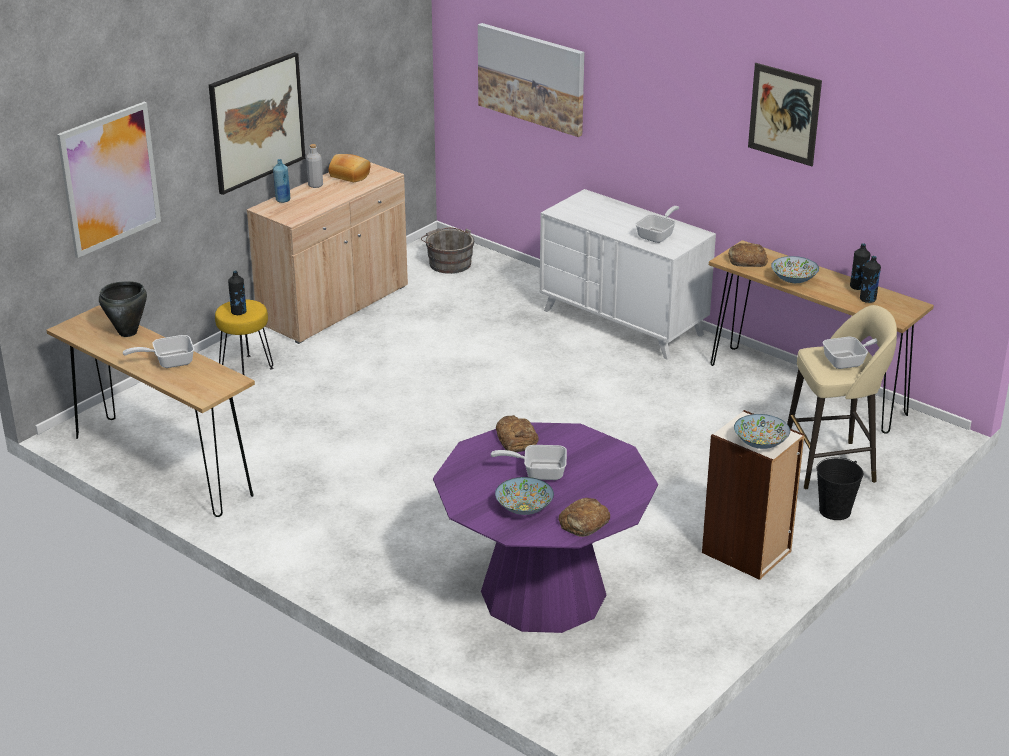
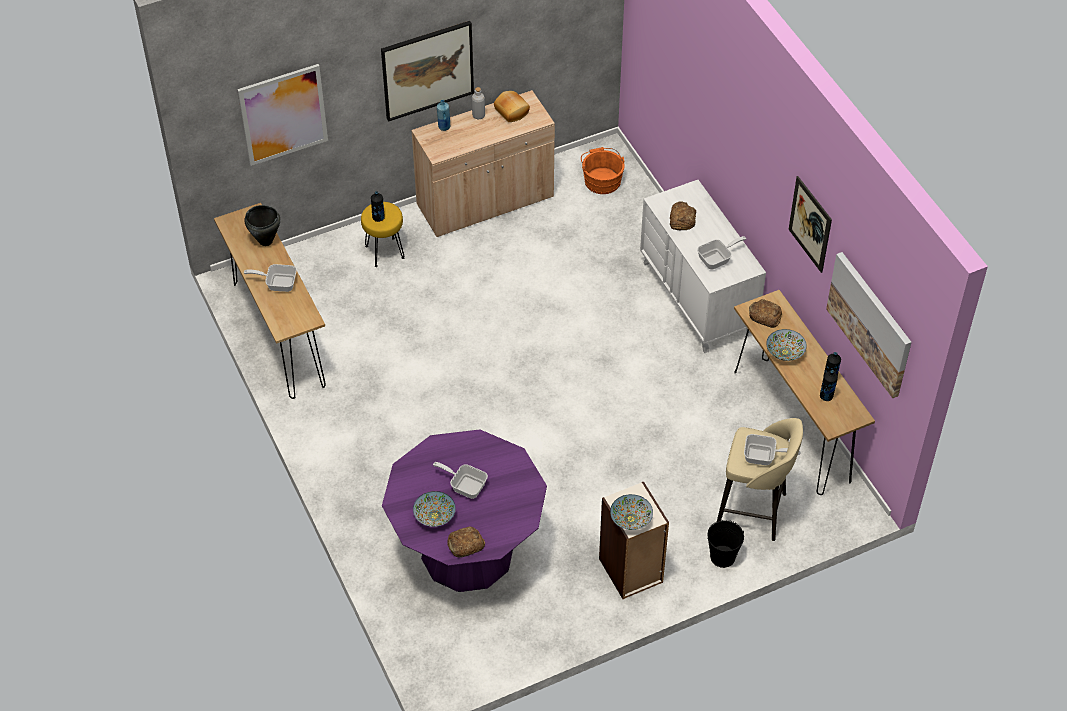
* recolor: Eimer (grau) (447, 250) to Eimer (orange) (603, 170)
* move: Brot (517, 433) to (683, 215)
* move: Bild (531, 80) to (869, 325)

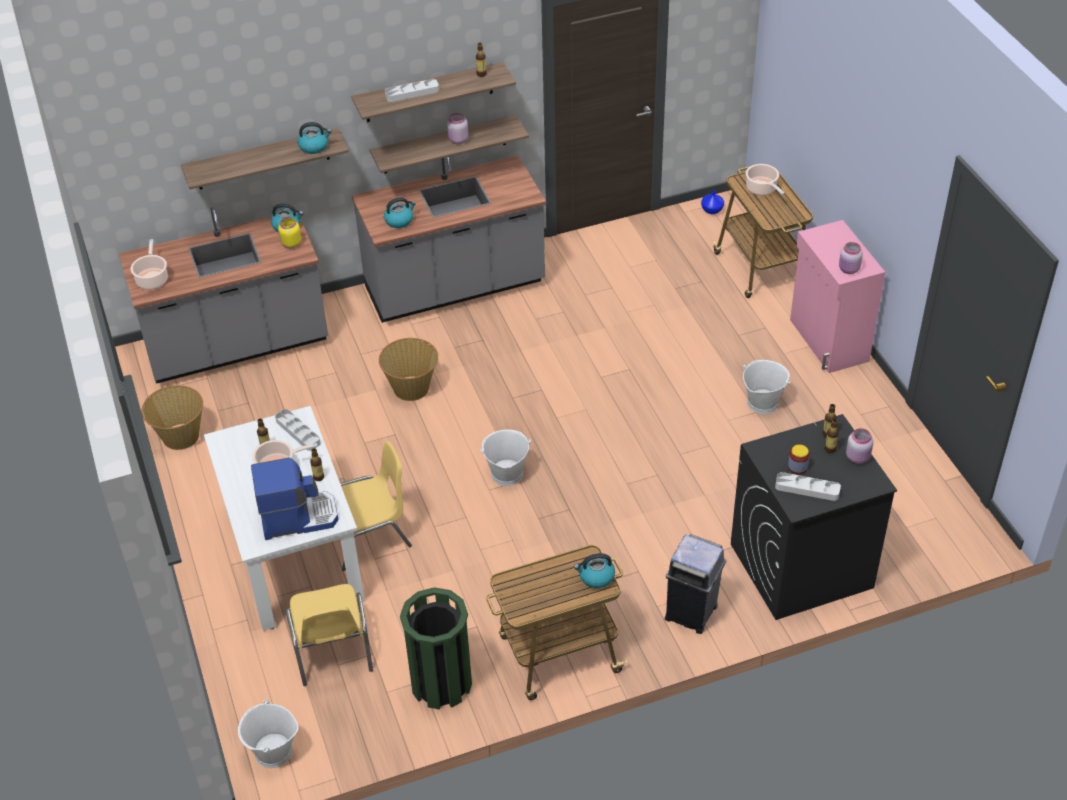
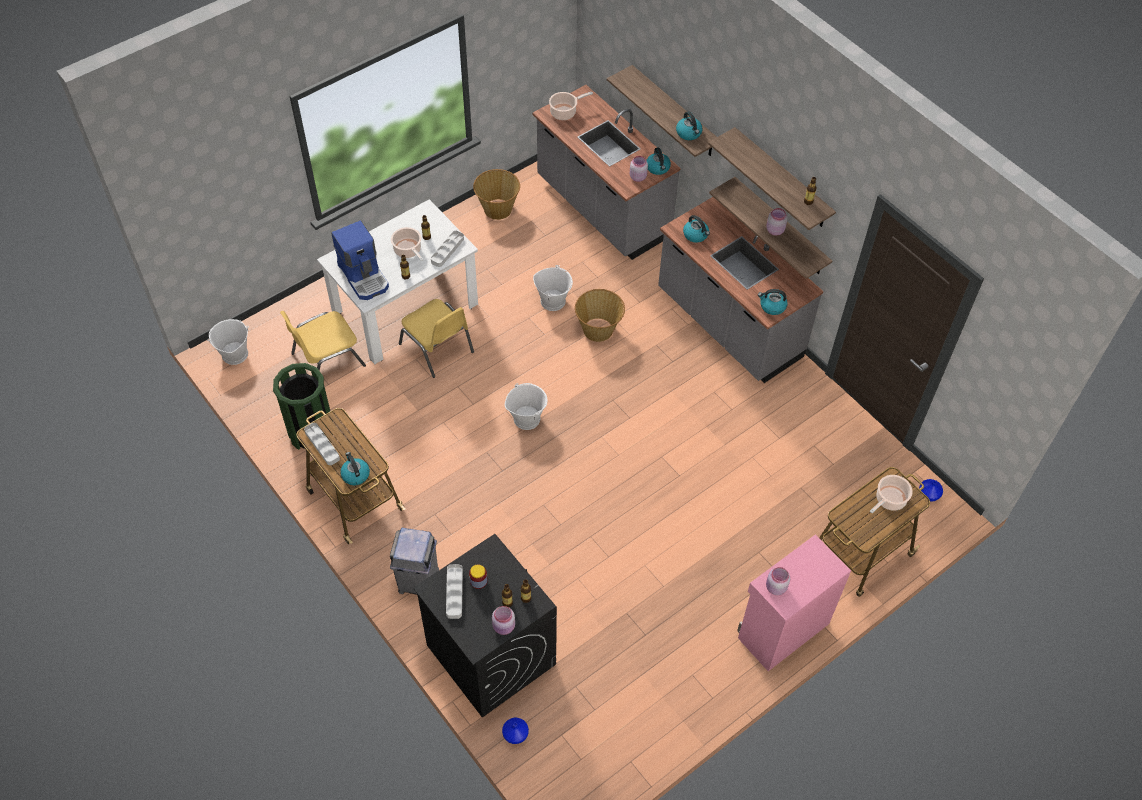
* move: Tablett (grau) (412, 90) to (322, 444)
* insert: Vase (blau) (515, 731)
* move: Eimer (weiß) (766, 387) to (553, 288)
* recolor: Vorratsglas (gelb) (289, 232) to Vorratsglas (rosa) (639, 169)
* insert: Wasserkessel (773, 302)

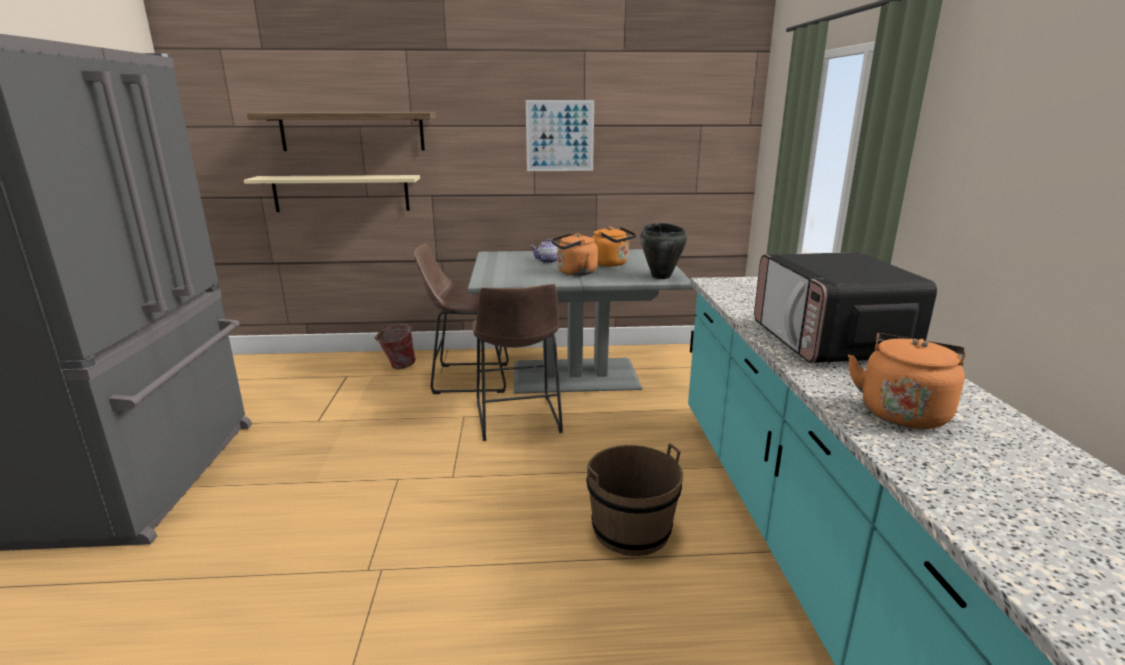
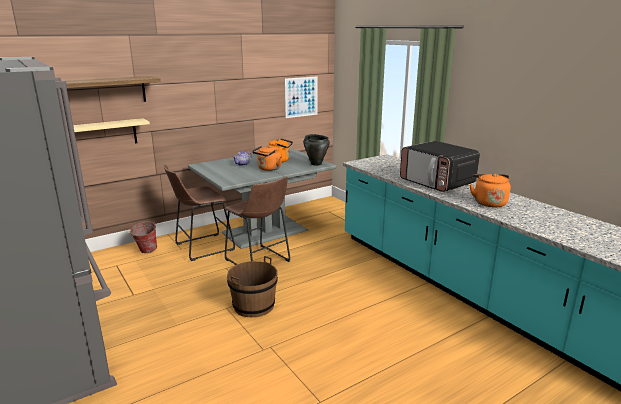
* move: Eimer (braun) (634, 499) to (252, 286)
* move: Bild (560, 135) to (301, 97)

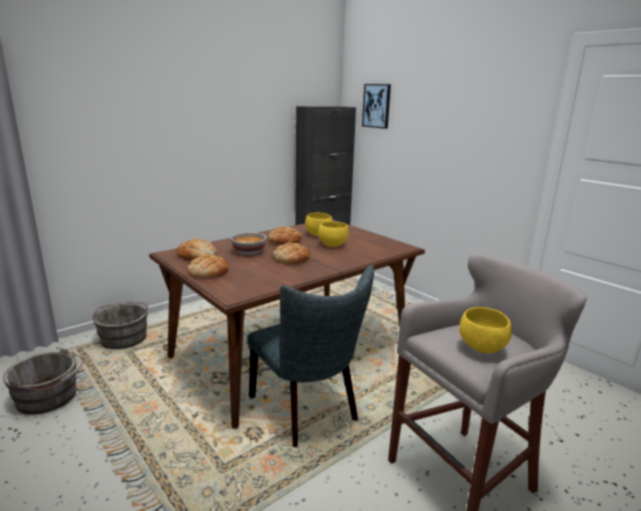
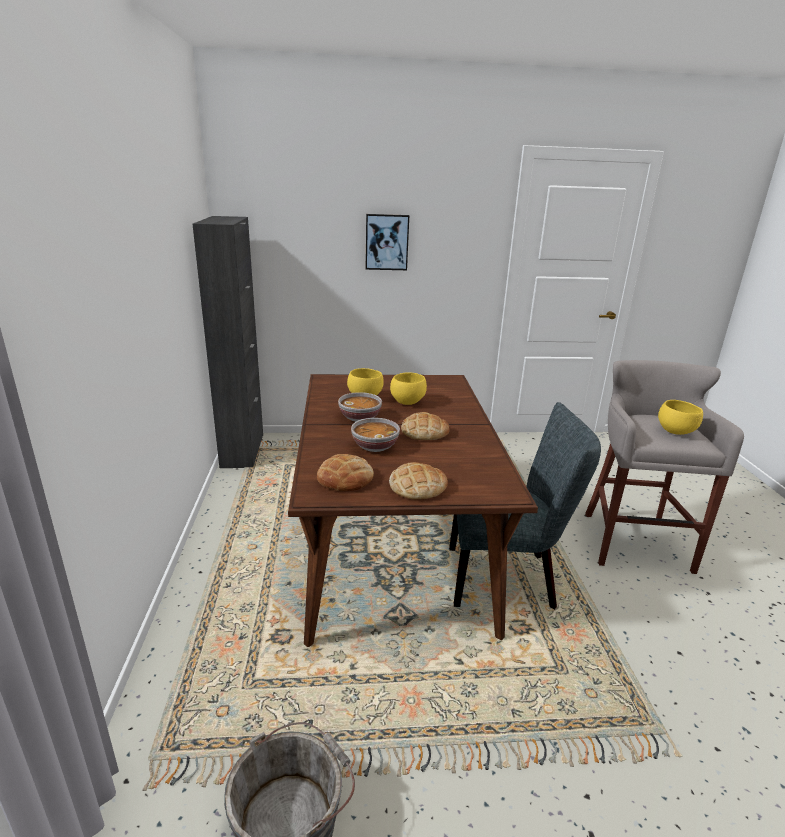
* replace: Brot (285, 236) to Schüssel (360, 407)
* move: Bild (376, 106) to (387, 242)
* delete: Eimer (grau) (120, 325)

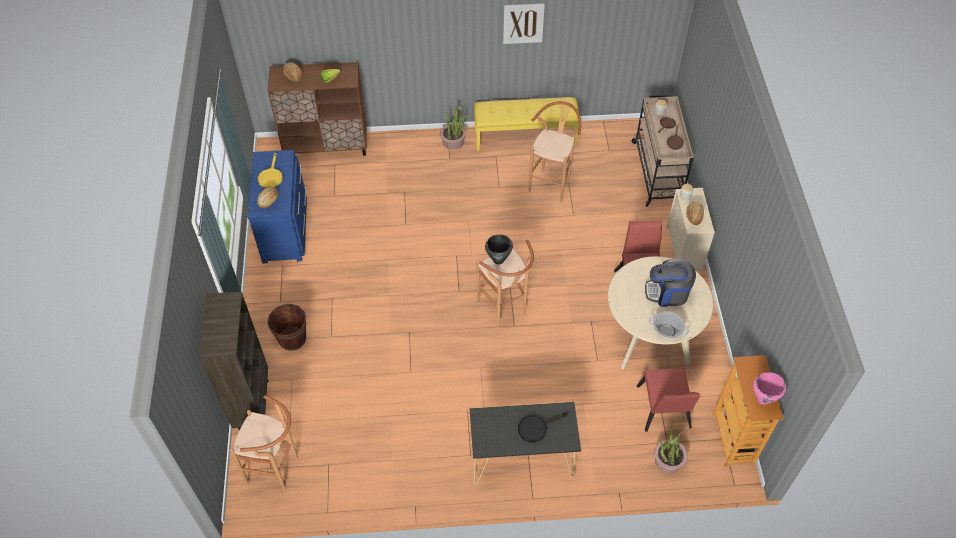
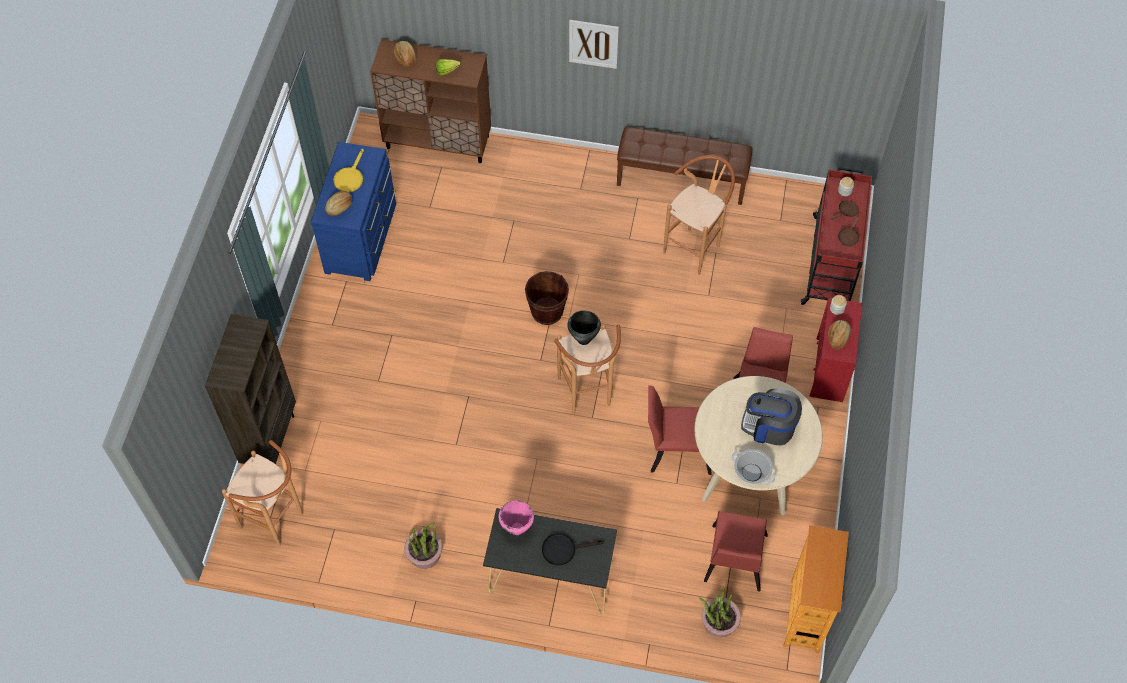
* move: Topfpflanze (453, 127) to (423, 546)
* move: Kochtopf (rosa) (769, 388) to (516, 518)
* move: Eimer (braun) (287, 327) to (547, 298)
* move: Bild (524, 23) to (594, 44)
* recolor: Bank (gelb) (526, 124) to Bank (braun) (685, 166)
* insert: Stuhl (rot) (679, 430)
* recolor: Rollwagen (beige) (663, 151) to Rollwagen (rot) (836, 236)
* recolor: Kommode (beige) (690, 229) to Kommode (rot) (836, 350)

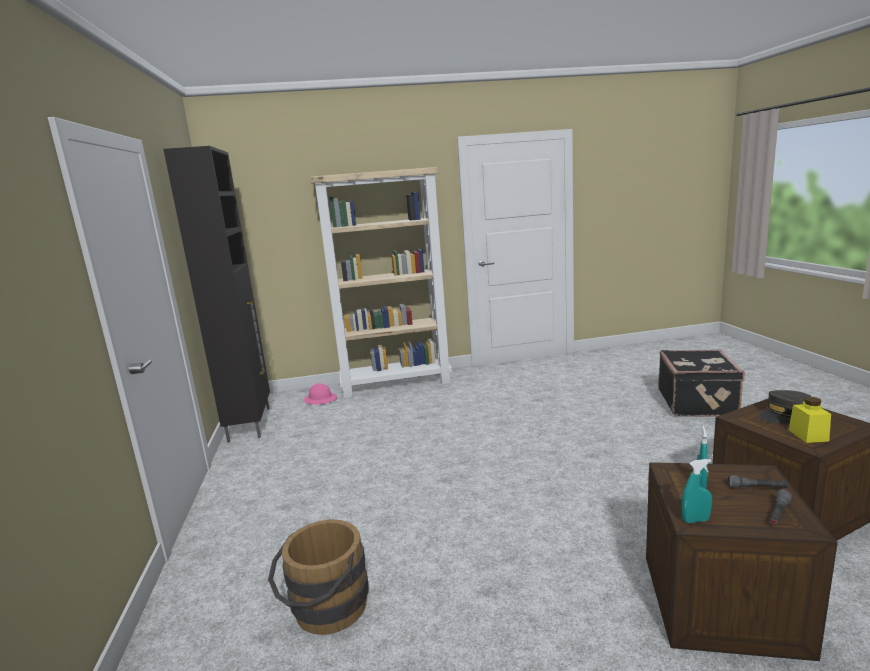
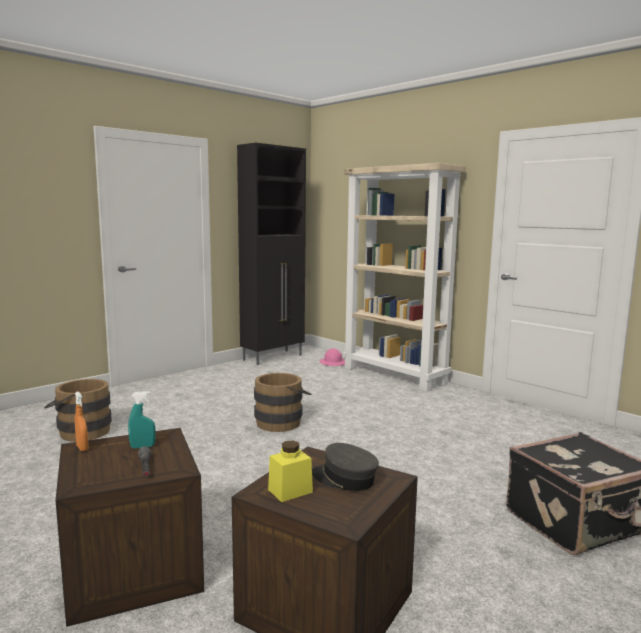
* recolor: Sprühflasche (türkis) (696, 491) to Sprühflasche (orange) (81, 421)
* insert: Eimer (braun) (282, 402)
* delete: Taschenlampe (grau) (781, 507)

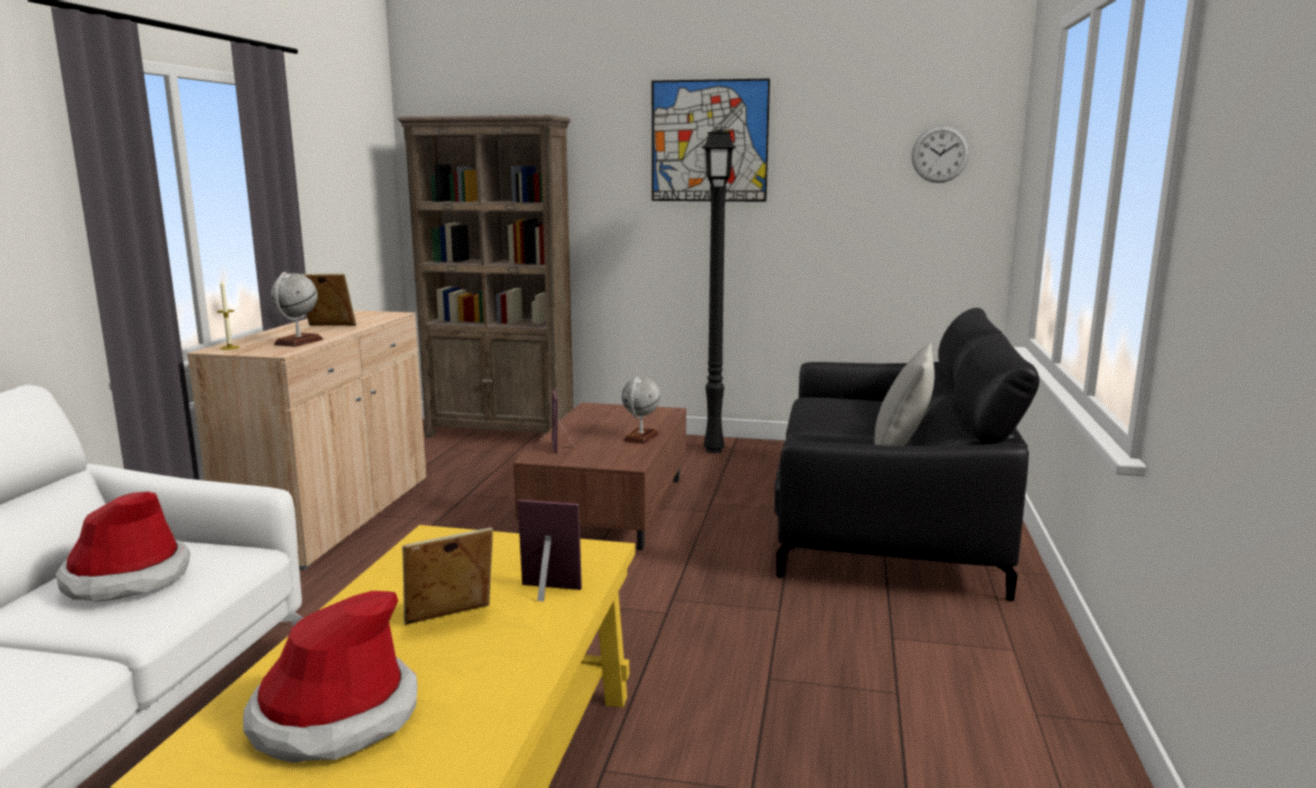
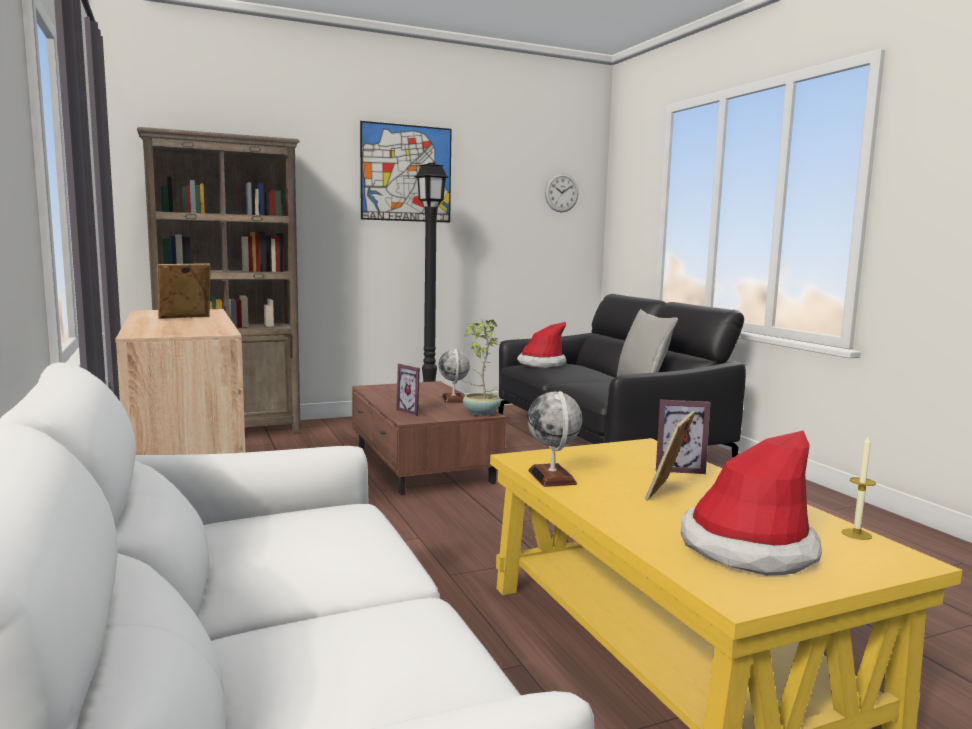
* insert: Topfpflanze (482, 367)
* move: Hut (123, 546) to (541, 345)
* move: Globus (297, 309) to (554, 439)
* rotate: Bilderrahmen (550, 550) = (683, 437) 150 degrees counterclockwise
* move: Kerze (228, 315) to (859, 488)

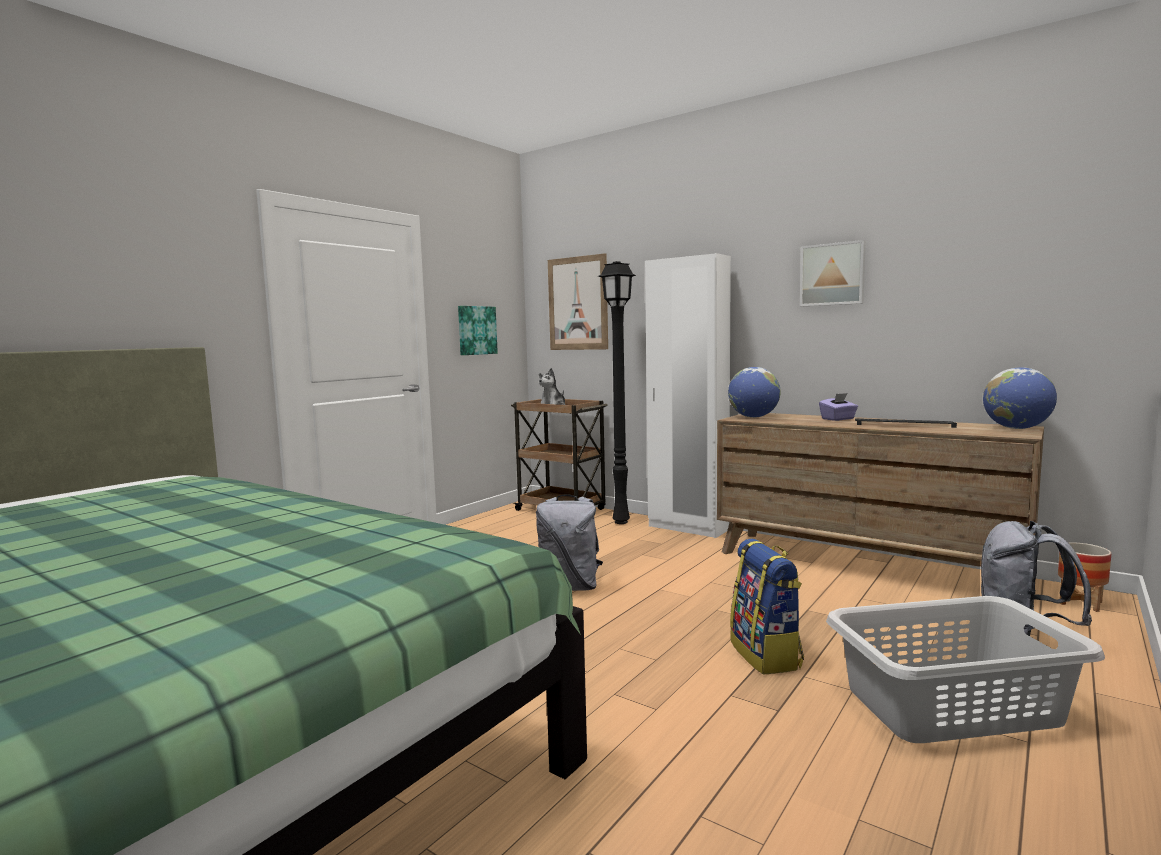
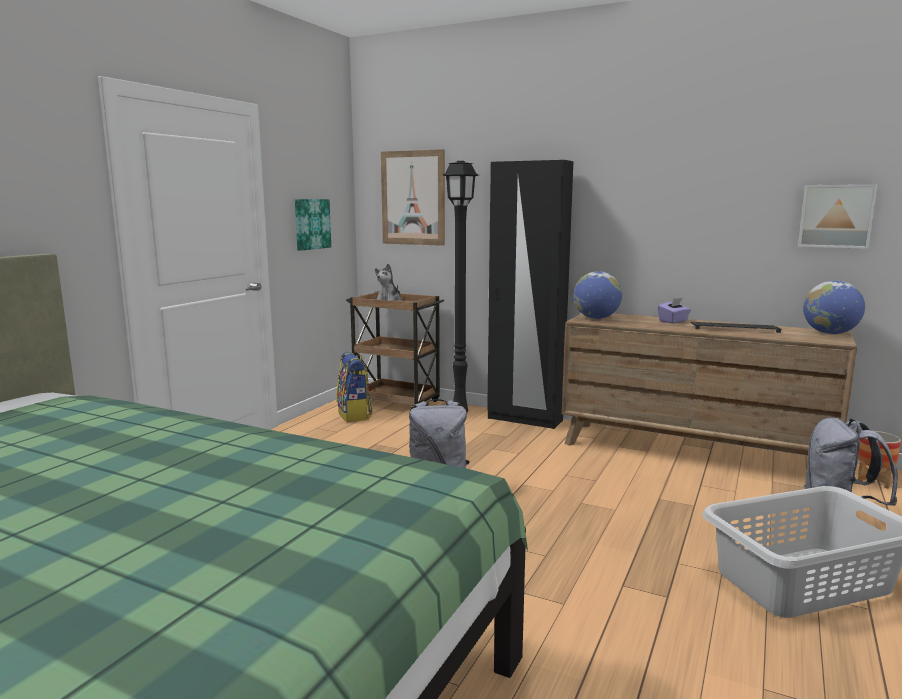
* move: Rucksack (767, 607) to (354, 387)
* recolor: Kleiderschrank (weiß) (688, 395) to Kleiderschrank (schwarz) (530, 294)
* move: Bild (833, 273) to (838, 216)

